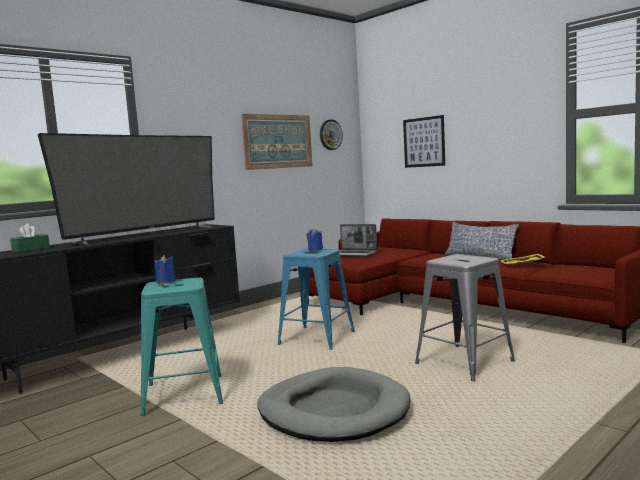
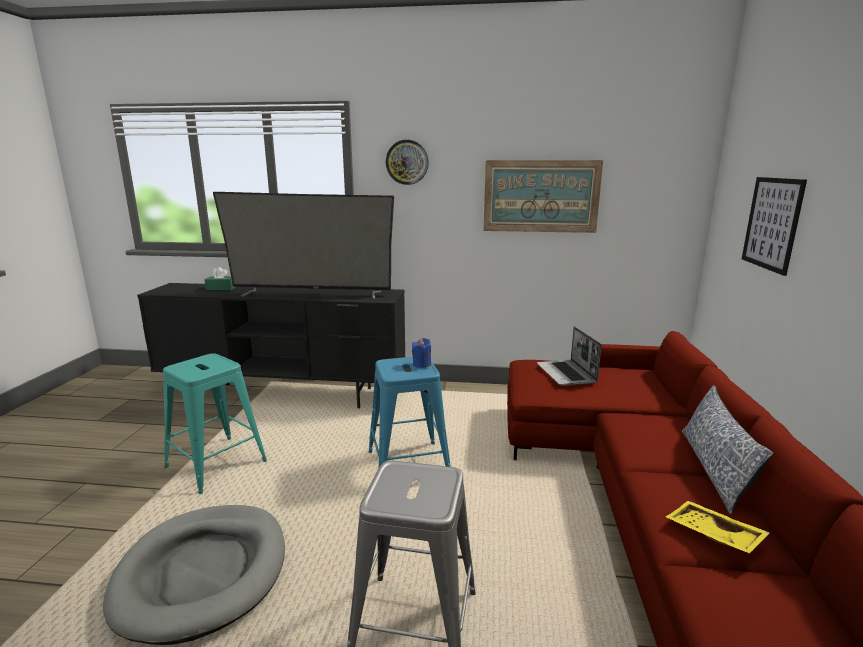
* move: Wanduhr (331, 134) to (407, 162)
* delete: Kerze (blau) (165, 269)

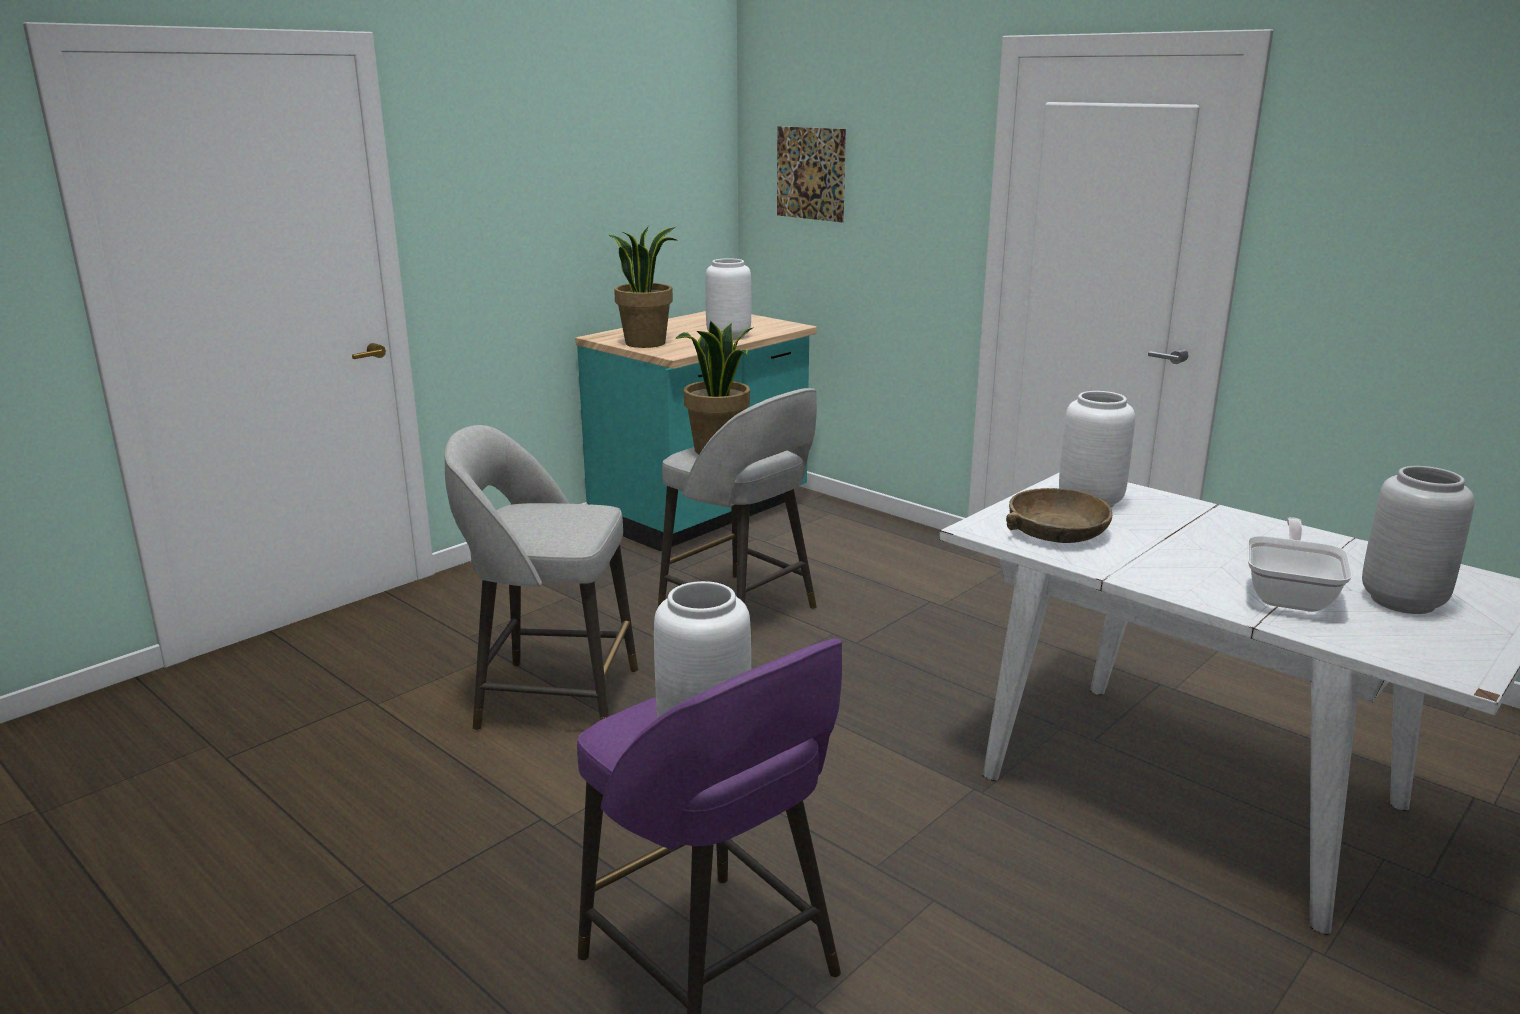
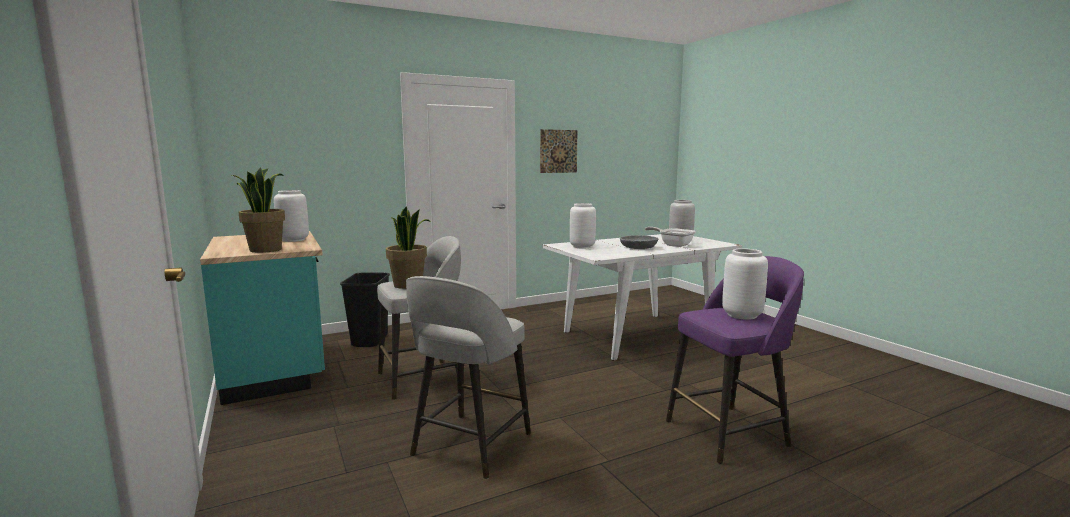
* insert: Mülleimer (schwarz) (365, 310)
* move: Bild (811, 174) to (558, 151)
* insert: Schüssel (grau) (639, 242)
* delete: Schüssel (braun) (1059, 515)

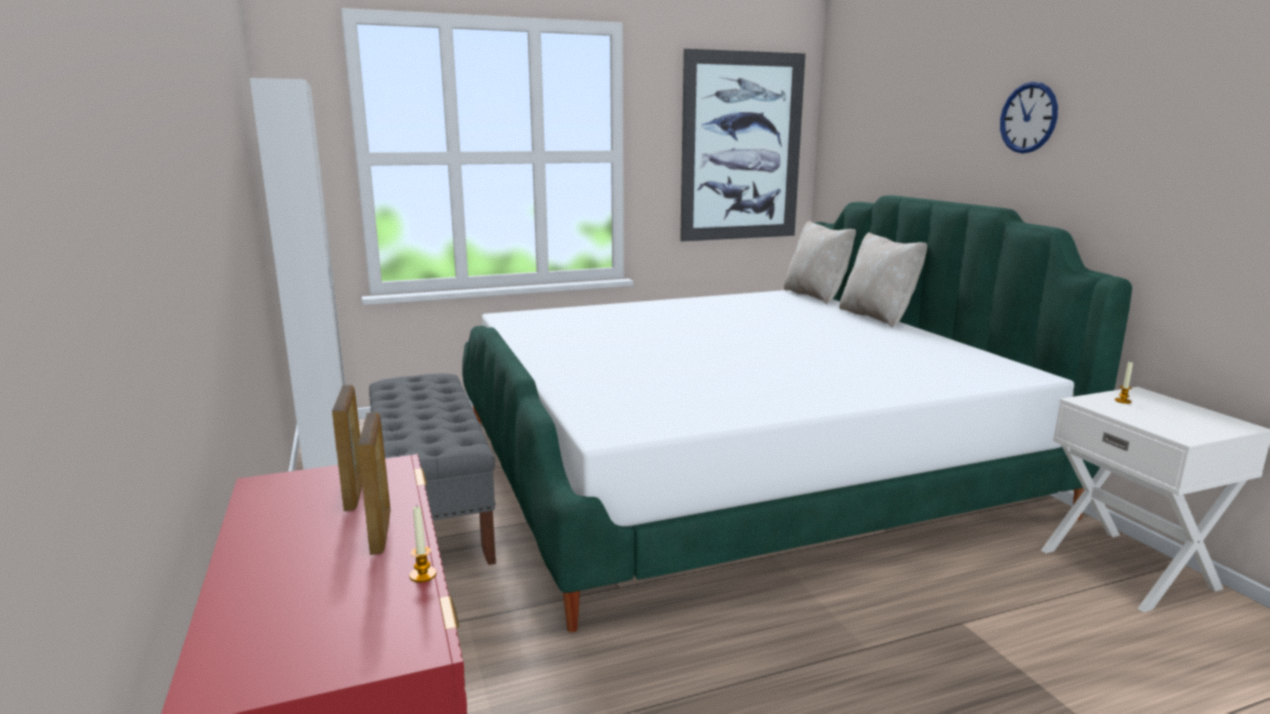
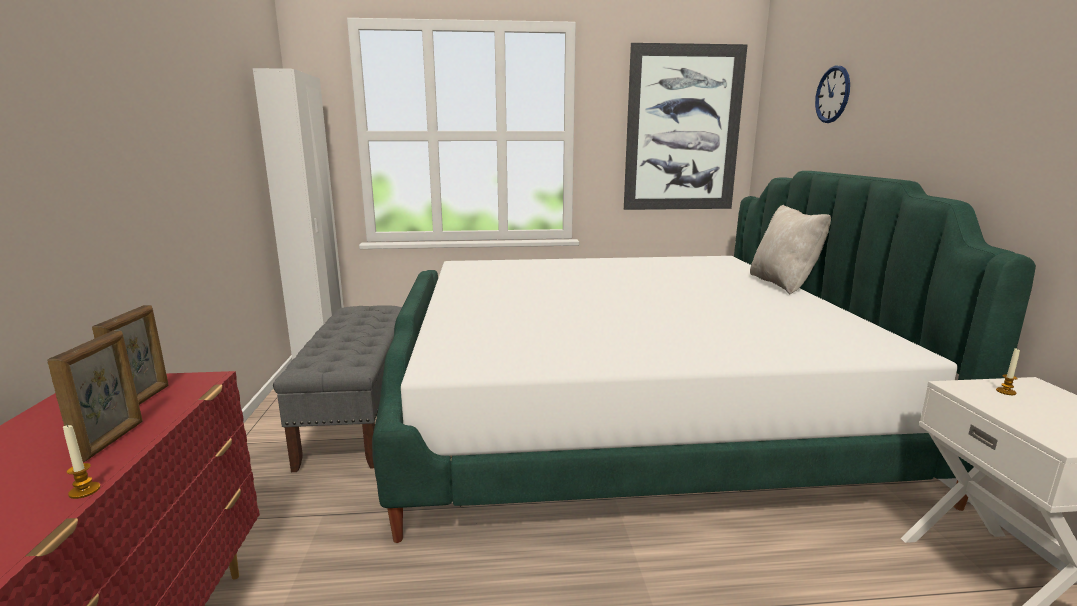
* move: Wanduhr (1029, 117) to (832, 94)
* delete: Kissen (beige) (820, 262)

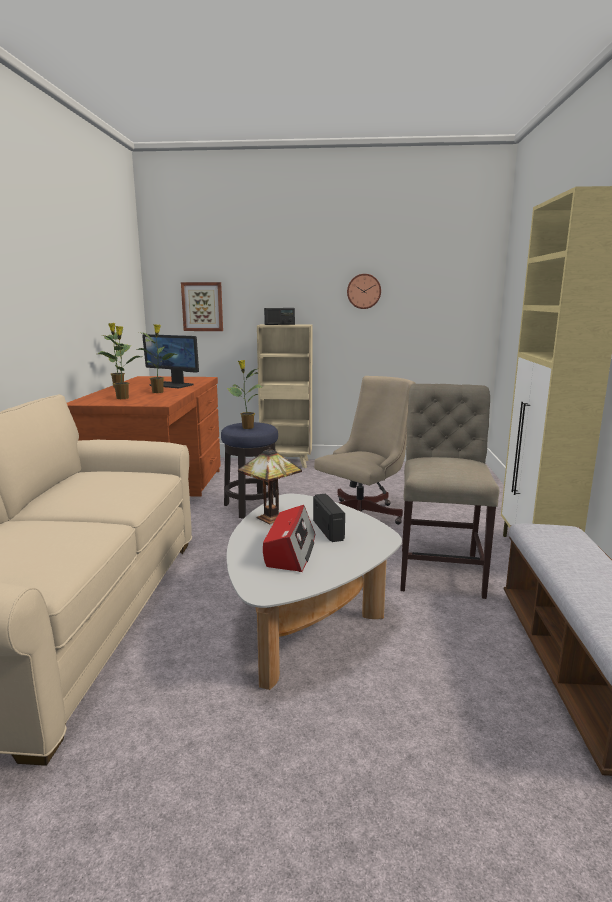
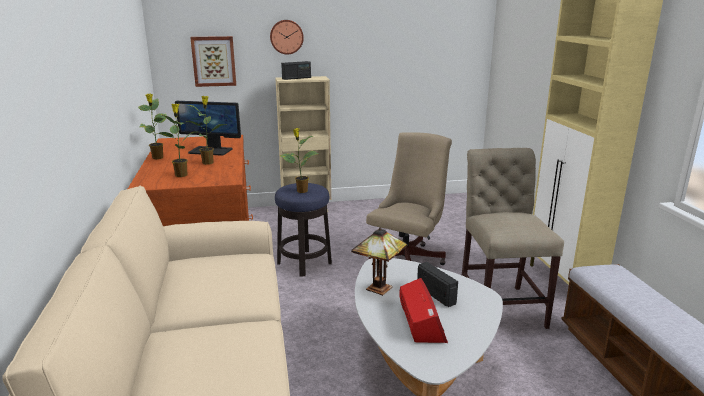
* move: Wanduhr (364, 291) to (287, 37)

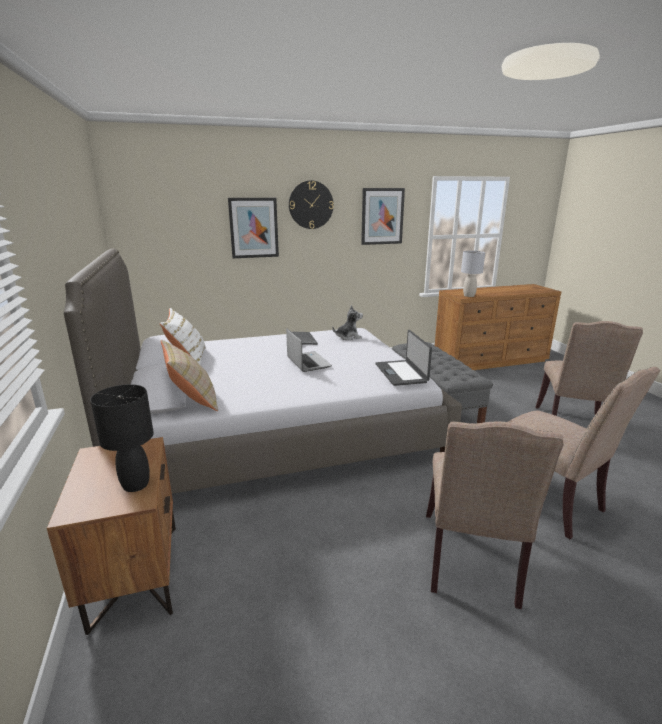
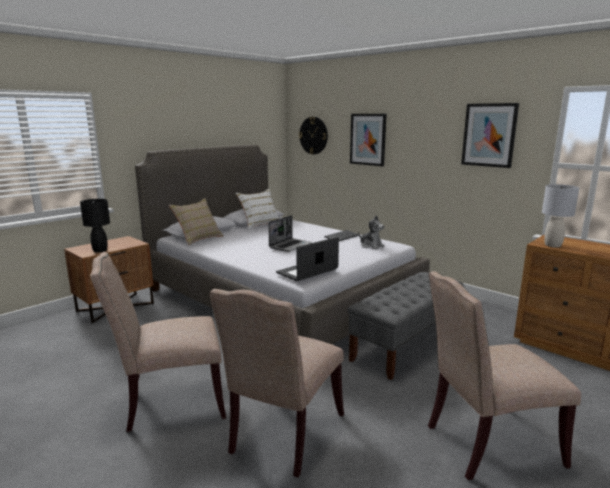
* move: Wanduhr (311, 204) to (313, 135)

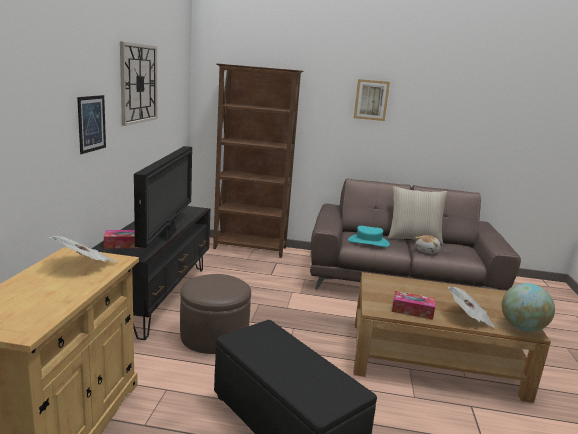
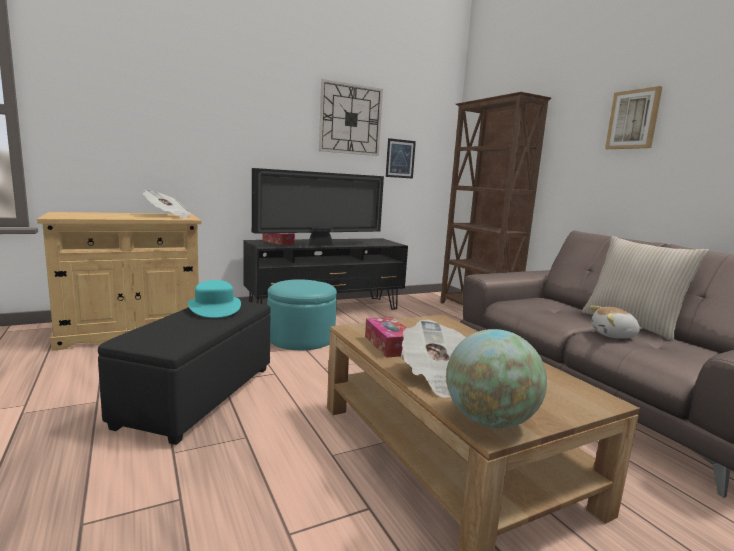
* move: Hut (türkis) (369, 236) to (214, 299)
* recolor: Polsterhocker (braun) (215, 314) to Polsterhocker (türkis) (302, 314)
* move: Bild (91, 124) to (401, 158)

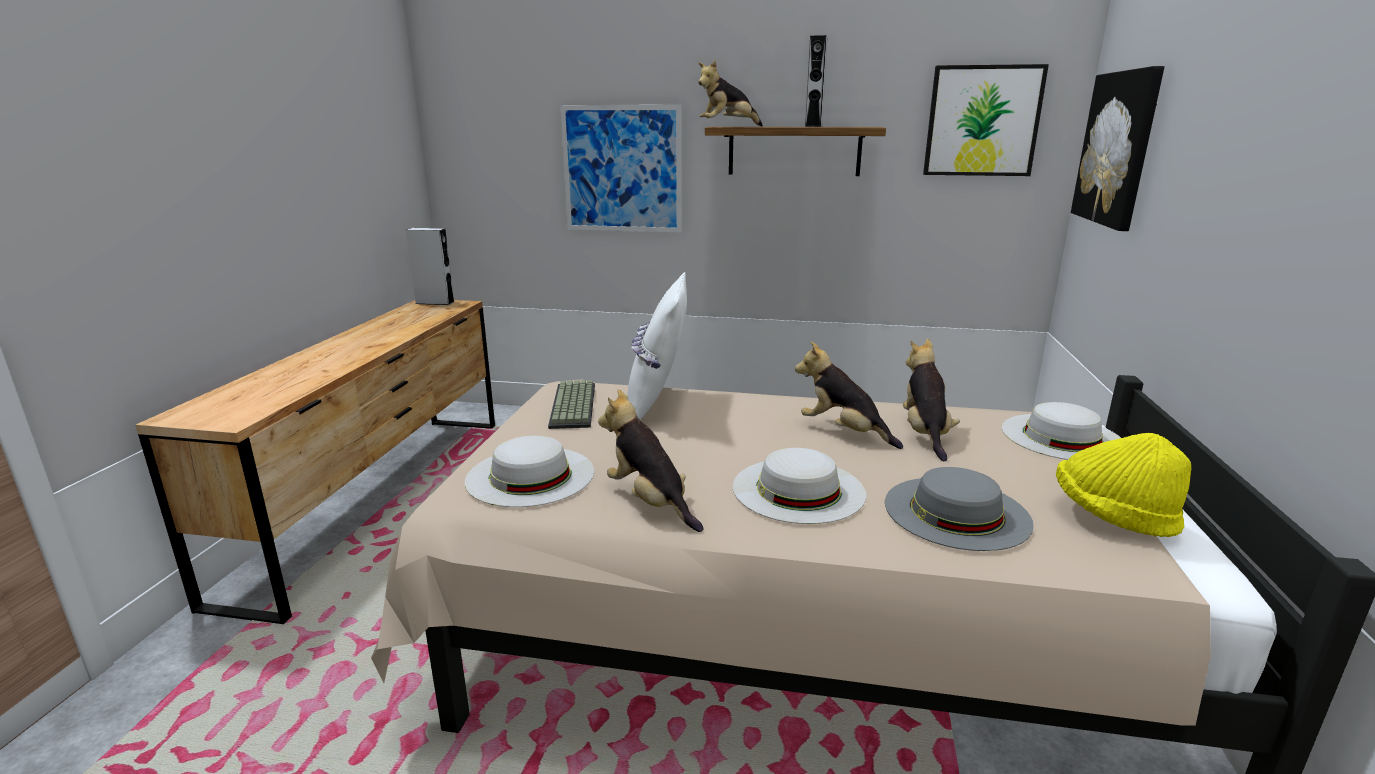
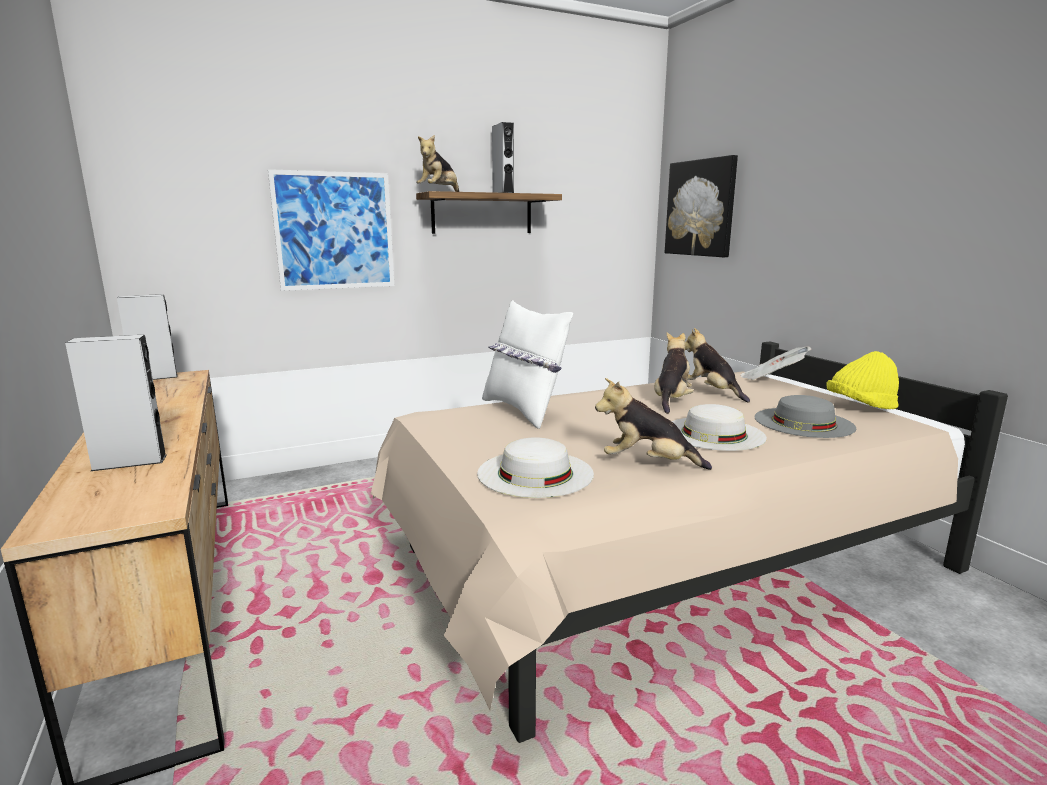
* insert: Lautsprecher (grau) (115, 403)
* rotate: Plüschtier (849, 395) = (674, 373) 105 degrees clockwise
* replace: Hut (weiß) (1061, 431) to Zeitung (776, 363)
* delete: Tastatur (571, 404)
* delete: Bild (986, 120)

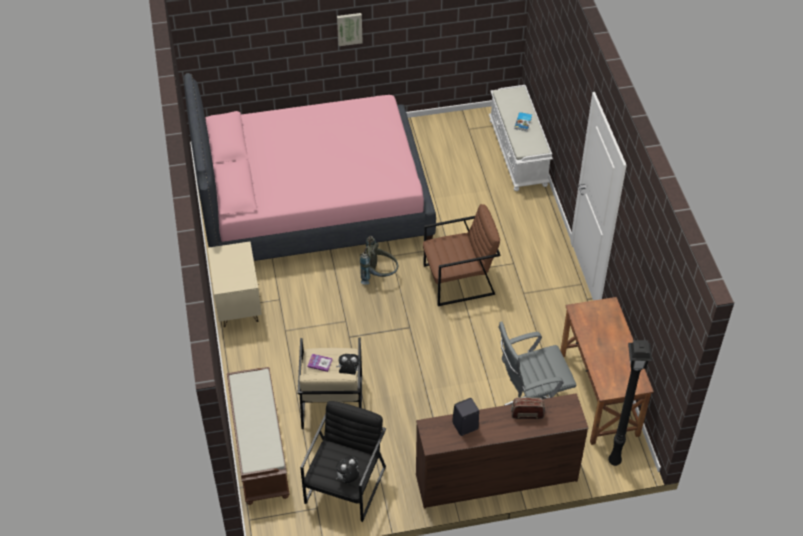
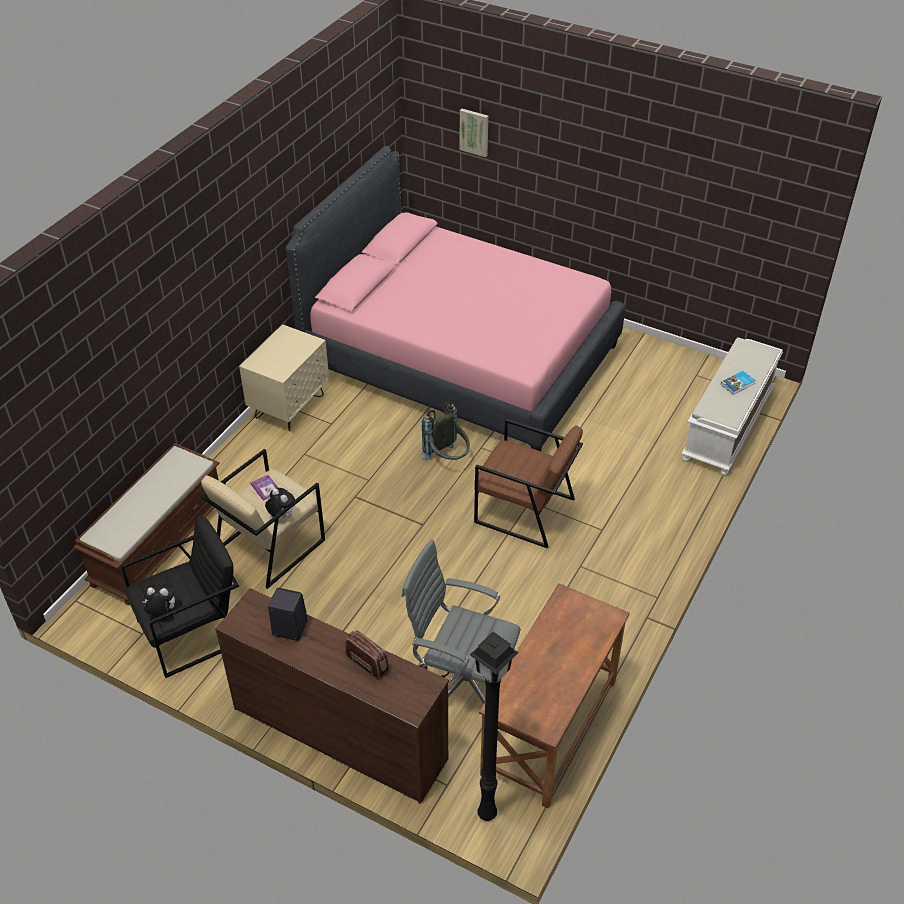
* move: Bild (350, 29) to (474, 133)

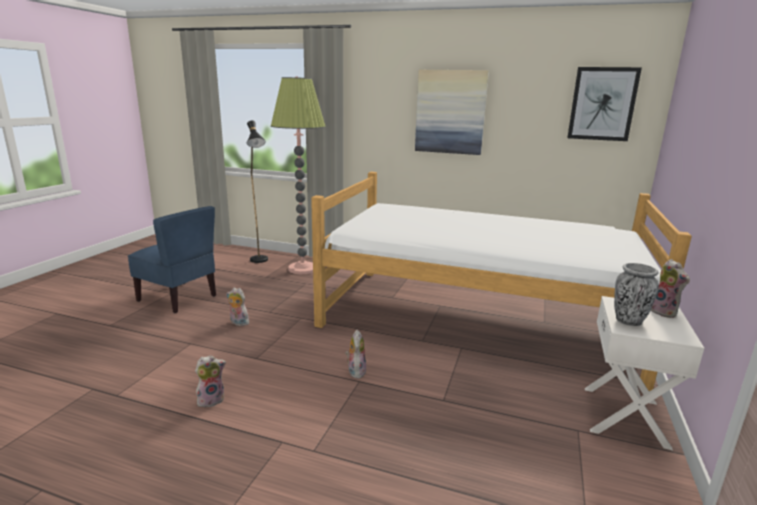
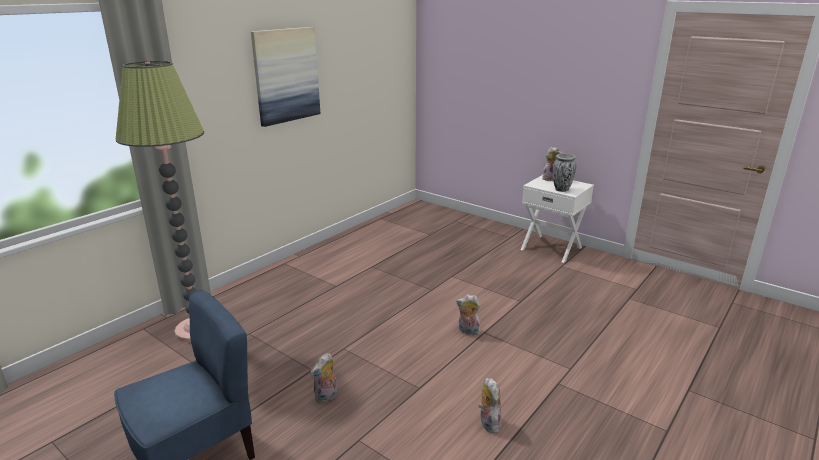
* delete: Stehlampe (schwarz) (257, 191)
* delete: Bett (501, 281)
* delete: Bild (604, 104)

